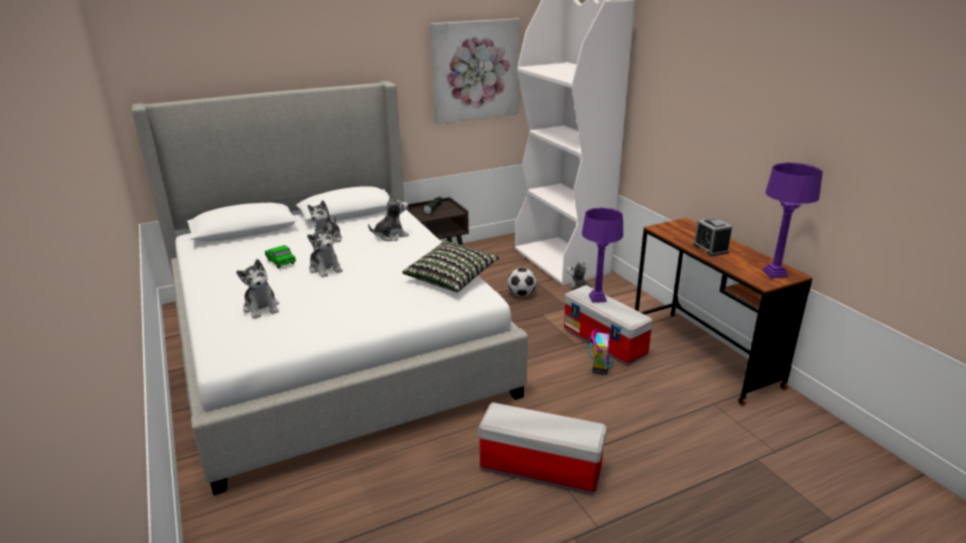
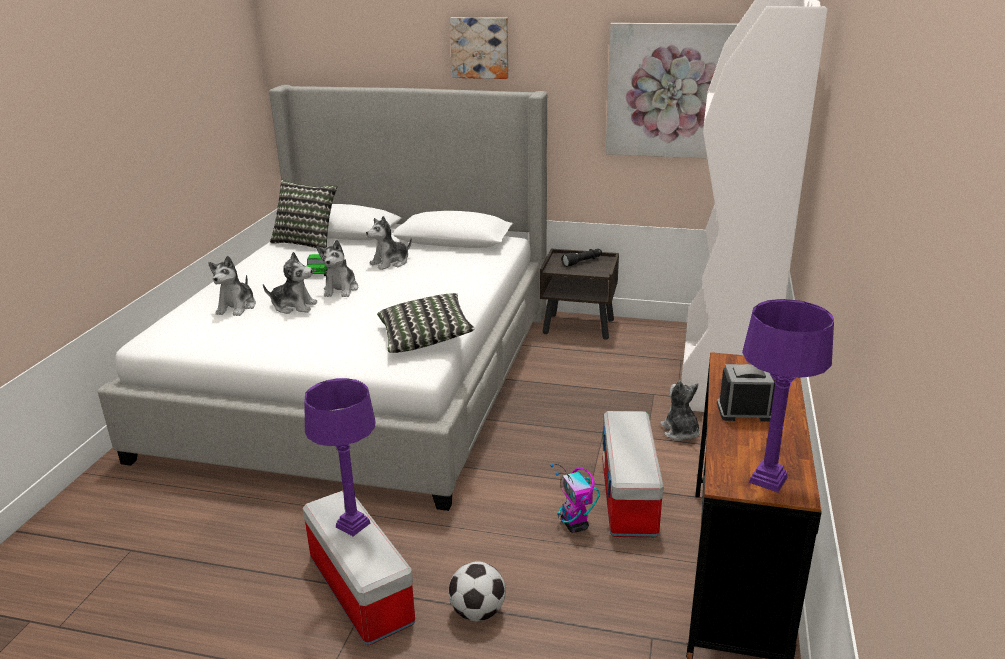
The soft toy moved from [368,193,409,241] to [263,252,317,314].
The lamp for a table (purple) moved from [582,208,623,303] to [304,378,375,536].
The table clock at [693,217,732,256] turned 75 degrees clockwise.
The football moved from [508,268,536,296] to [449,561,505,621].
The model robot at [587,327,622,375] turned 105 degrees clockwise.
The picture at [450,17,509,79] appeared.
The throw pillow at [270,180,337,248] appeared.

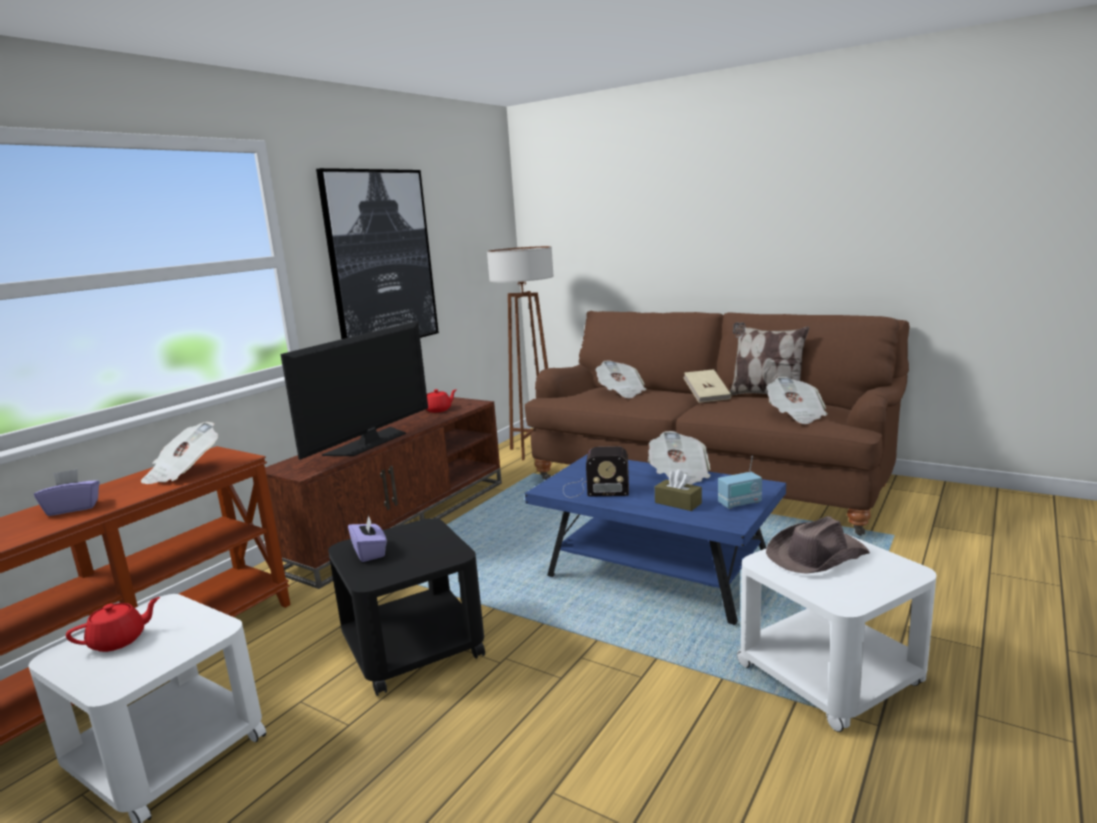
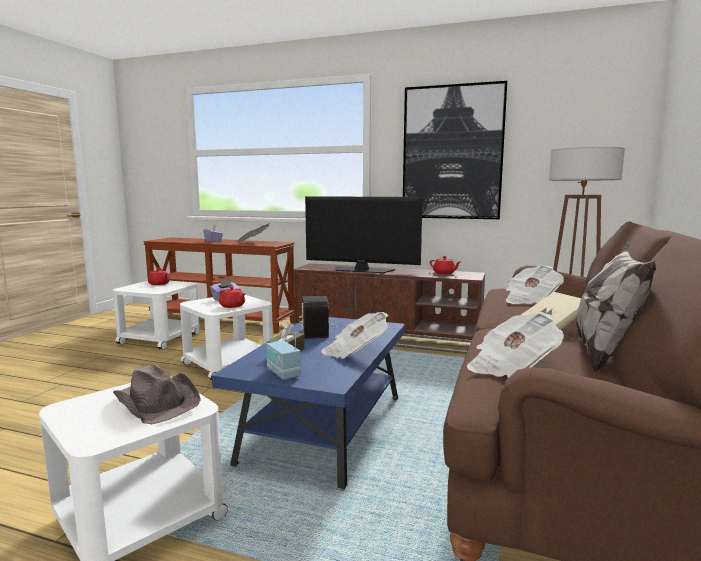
The end table (blackish) at [328,518,485,696] became the end table (white) at [180,295,273,380].
The pot for tea (reddish) at [219,286,245,308] appeared.

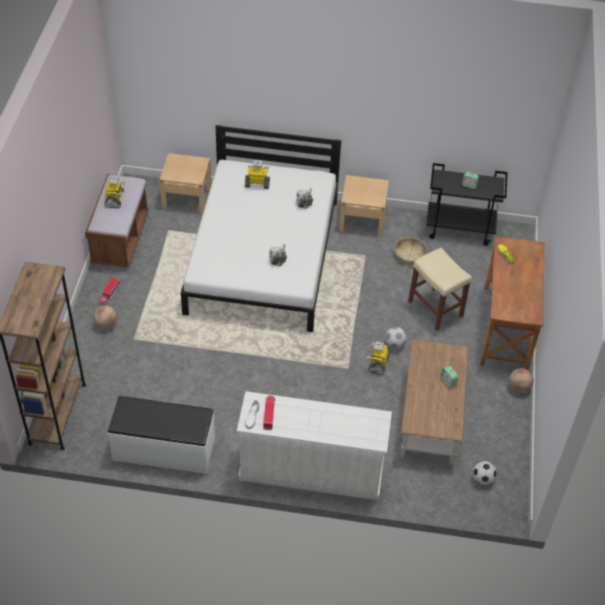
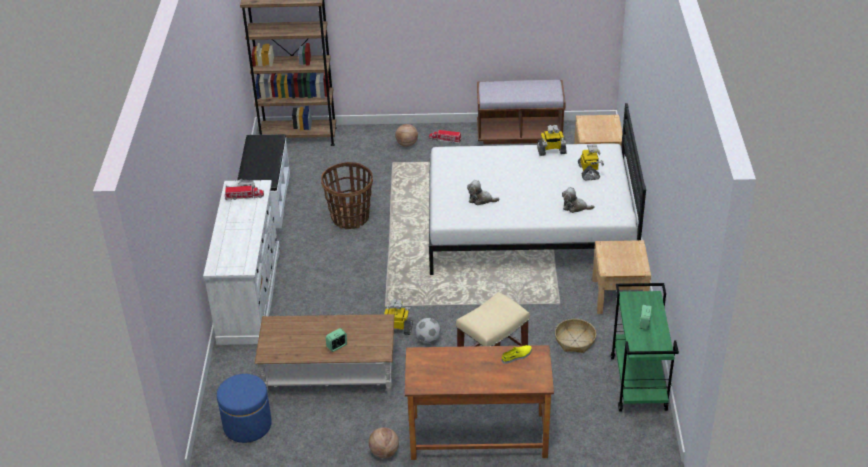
The trolley (blackish) at [426,163,507,246] became the trolley (green-coloured) at [611,283,679,412].
The model robot moved from [104,177,125,208] to [537,125,566,156].
The football at [473,461,497,485] was replaced by the pouffe (bluish) at [217,374,272,443].
The storage basket at [321,162,373,229] appeared.

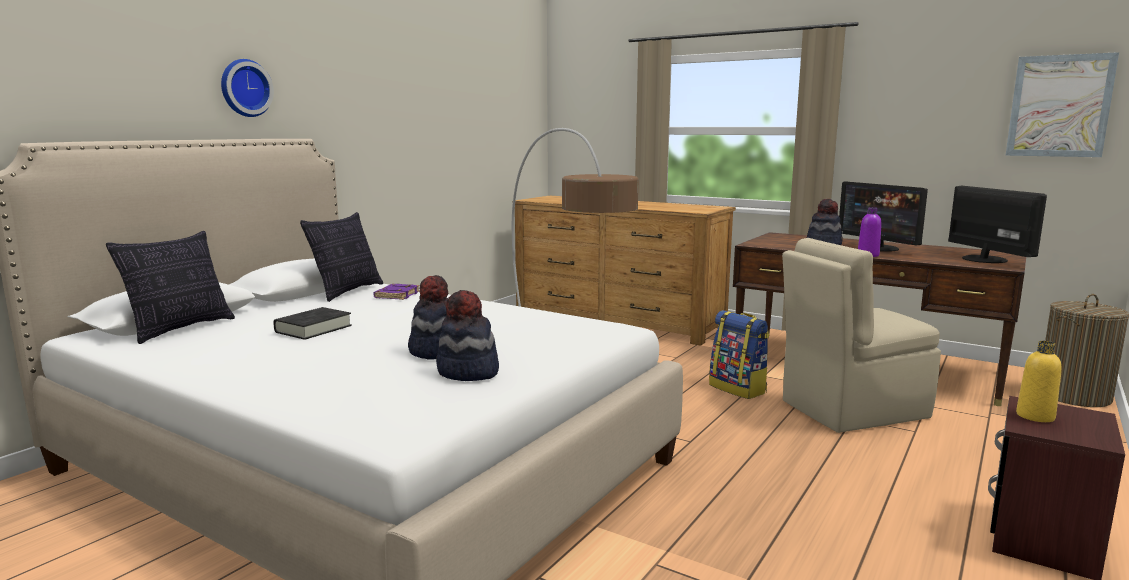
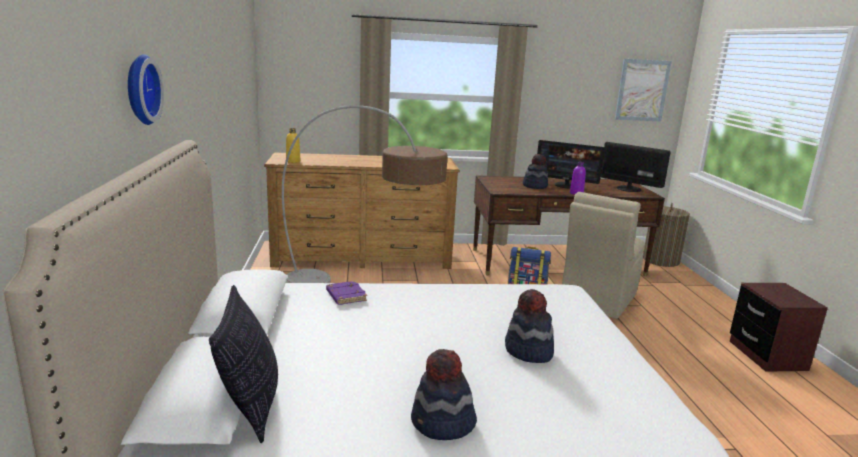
The throw pillow at [300,212,383,302] disappeared.
The hat moved from [436,290,499,381] to [411,349,477,440].
The volume (blackish) at [273,307,352,340] disappeared.
The drink bottle (yellow) moved from [1016,341,1062,422] to [286,128,300,163].

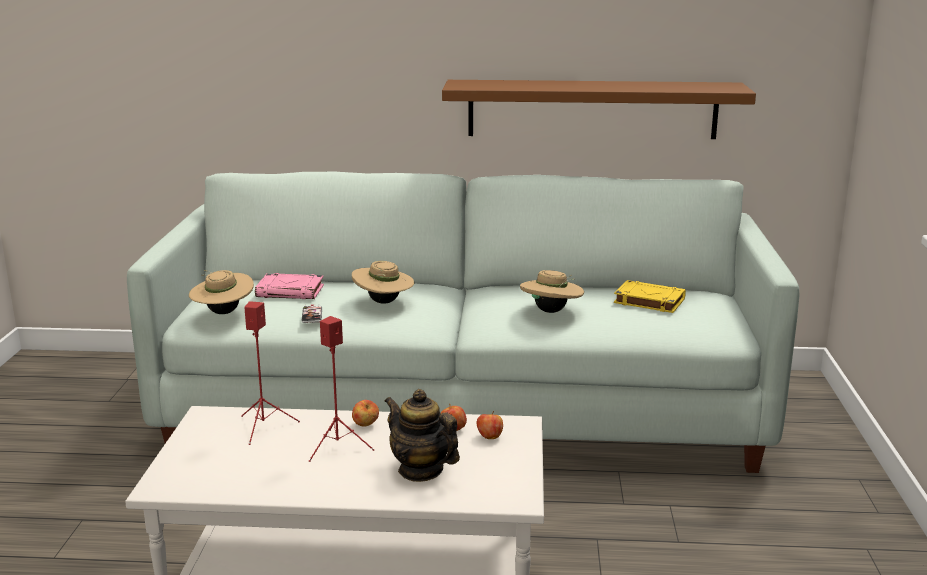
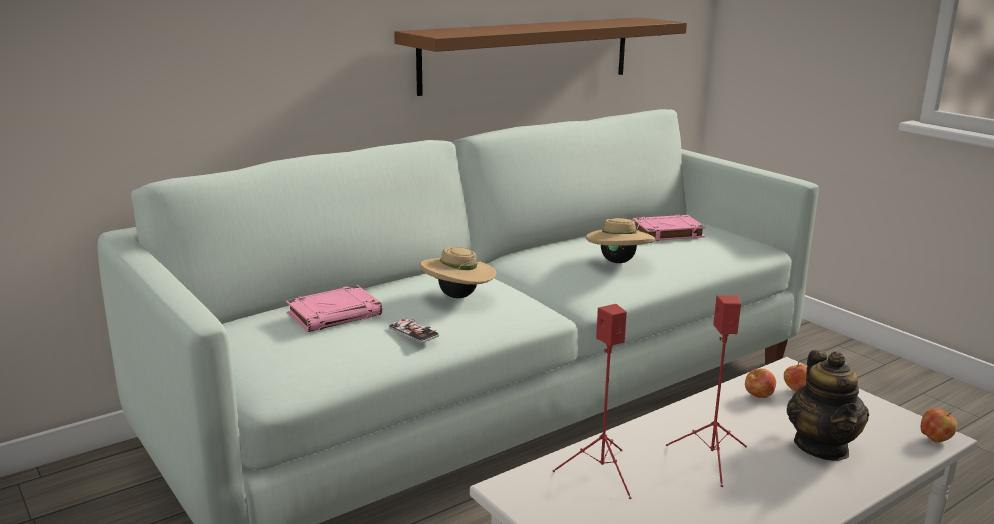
The hat (sand-coloured) at [189,270,254,314] disappeared.
The volume (yellow) at [614,280,686,313] became the volume (pinkish) at [632,215,706,241].
The pot for tea at [384,389,460,482] turned 90 degrees counterclockwise.
The apple fruit moved from [352,400,379,426] to [920,408,957,442].

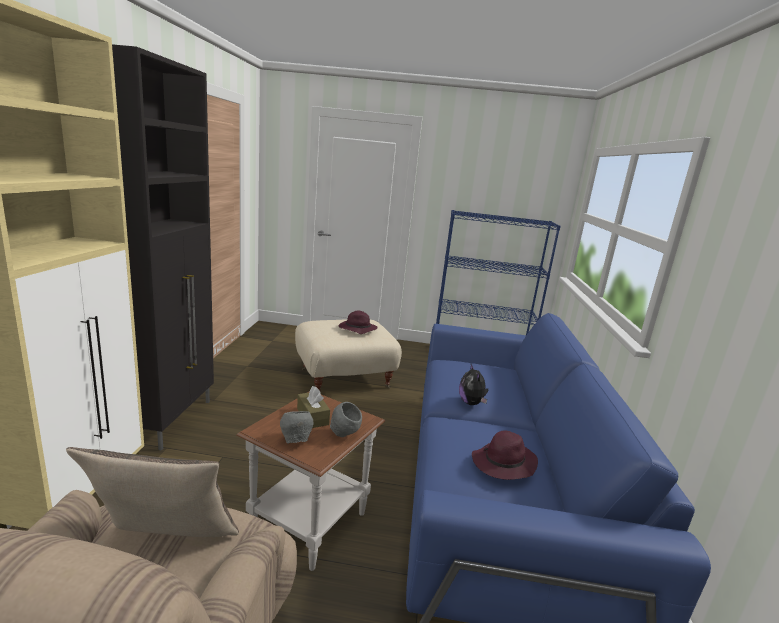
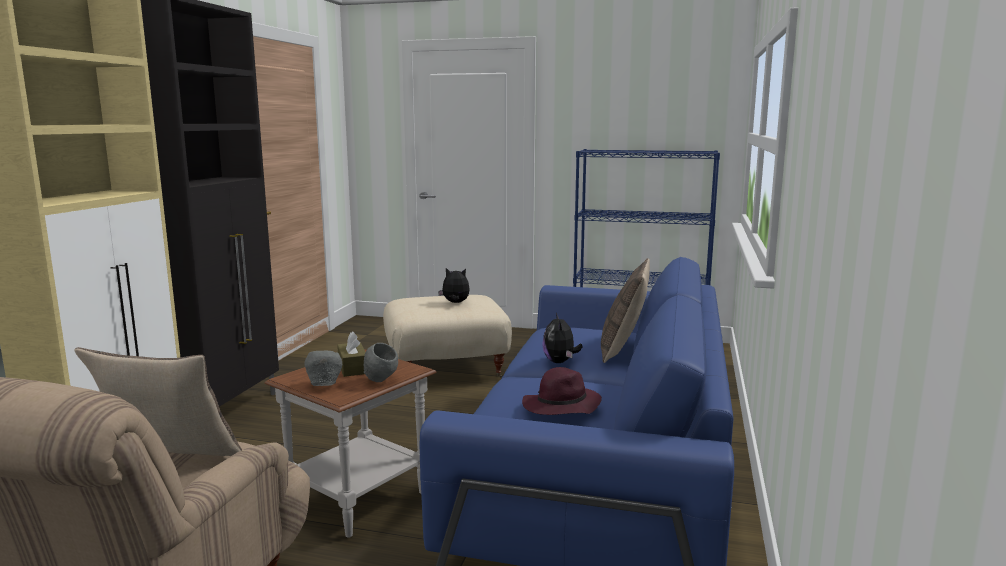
The hat (purple) at [339,311,378,334] was replaced by the soft toy at [438,268,470,303].
The throw pillow at [601,258,650,363] appeared.

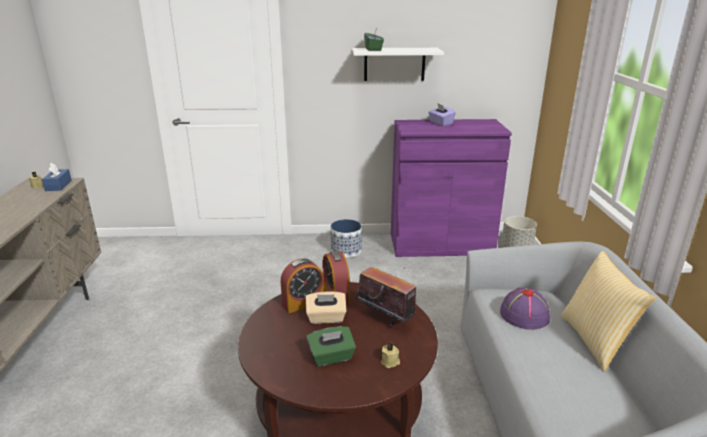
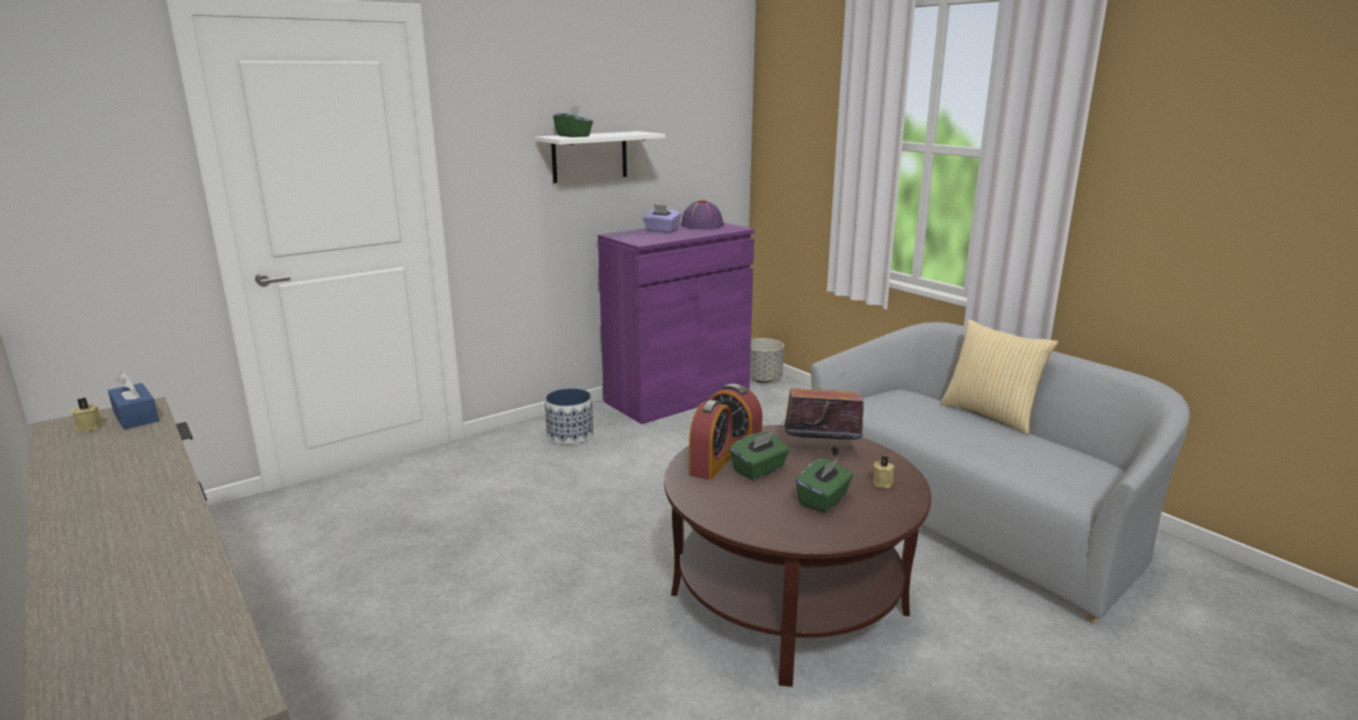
The hat (purple) moved from [500,288,550,330] to [681,200,724,230].
The tissue box (sand-coloured) at [306,292,347,324] became the tissue box (green-coloured) at [730,431,790,480].

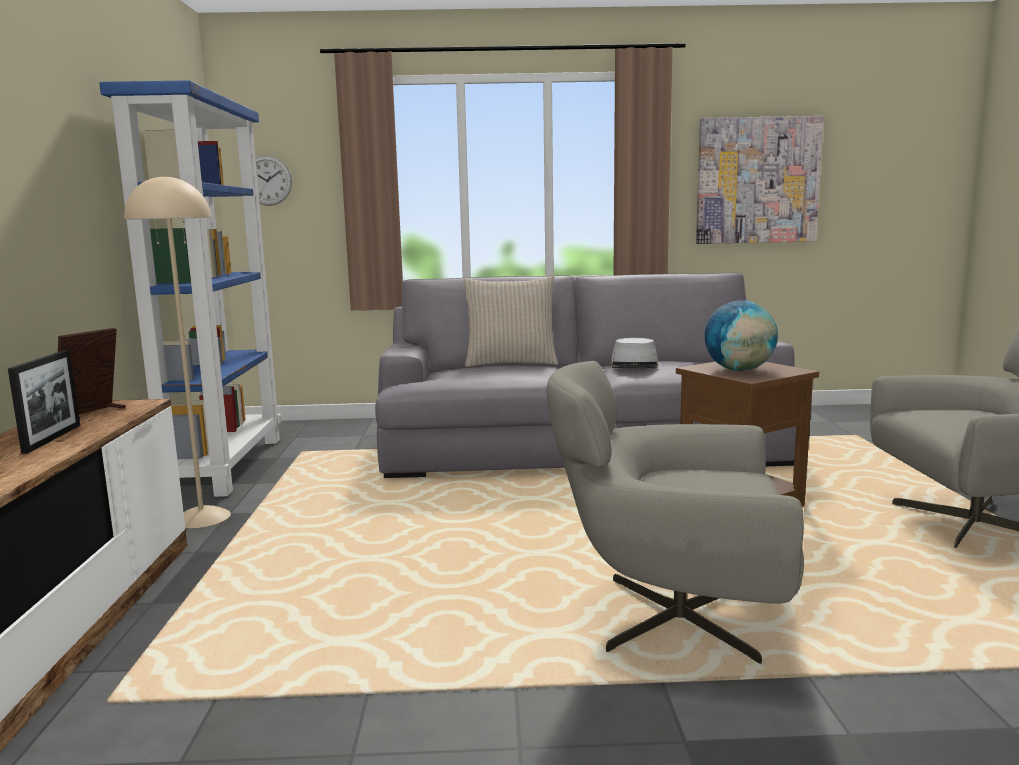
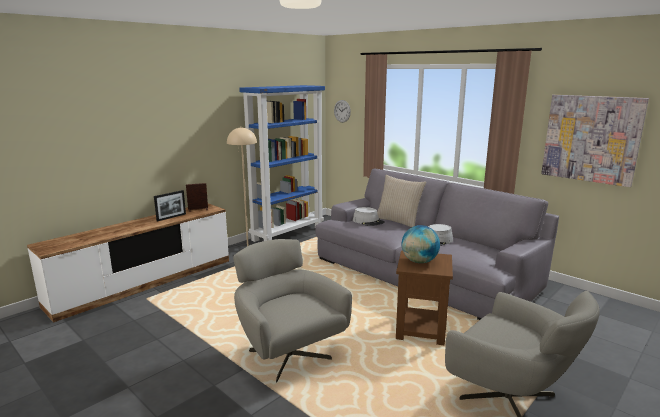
The hat (greyish) at [353,207,385,226] appeared.

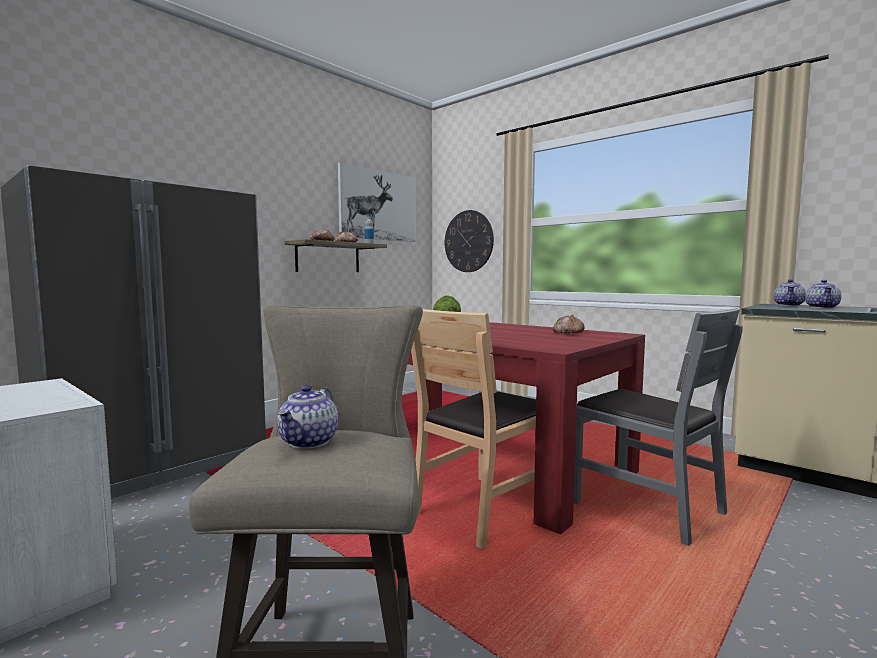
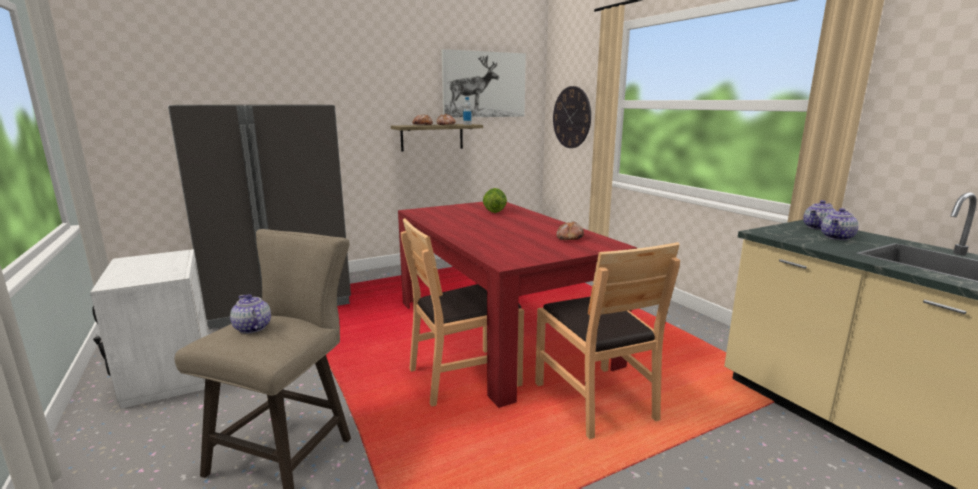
The plain chair (greyish) at [574,308,742,546] became the plain chair (brown) at [535,242,680,439].
The pot for tea at [277,385,338,448] turned 105 degrees clockwise.

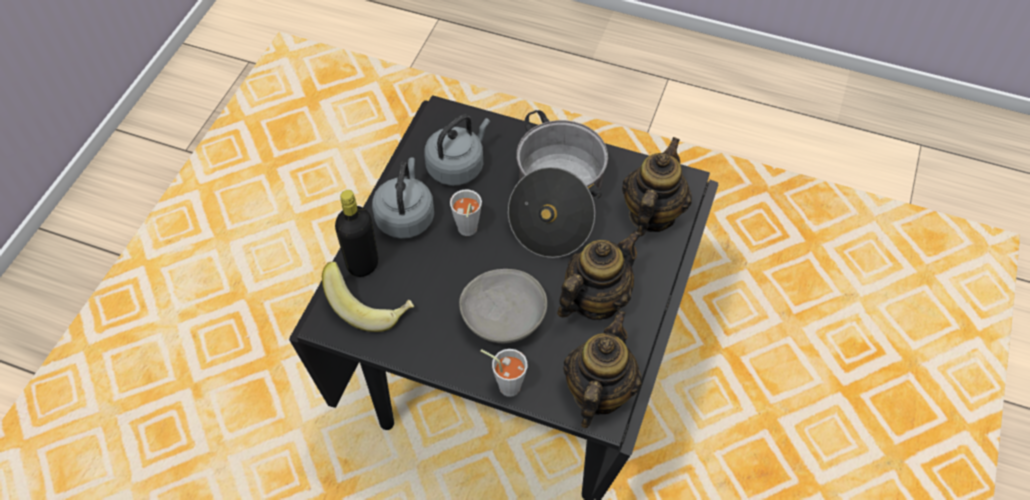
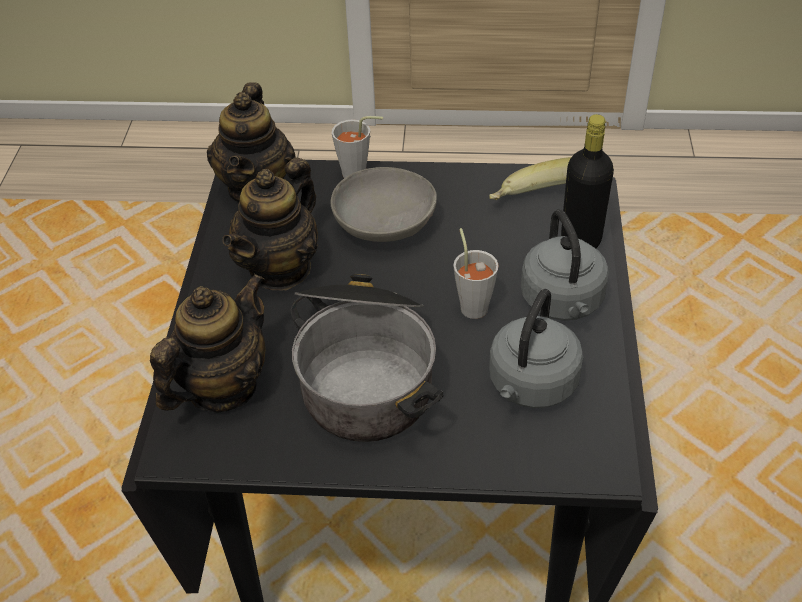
The pot for tea at [622,137,692,236] turned 150 degrees counterclockwise.

